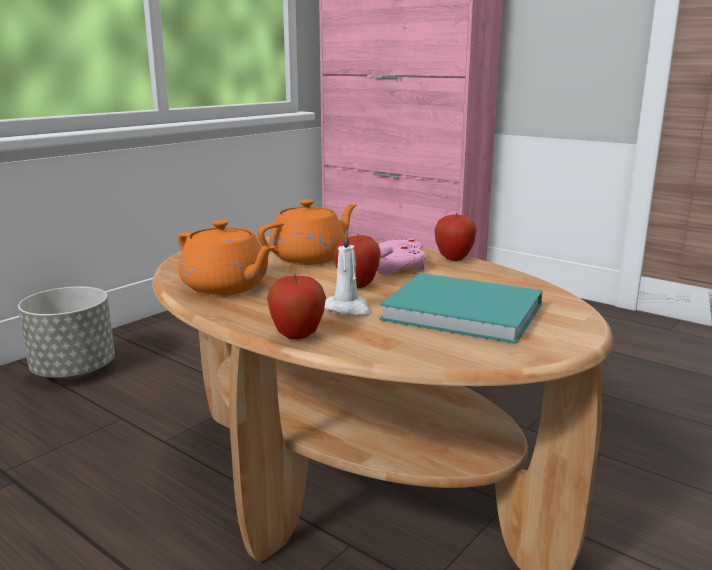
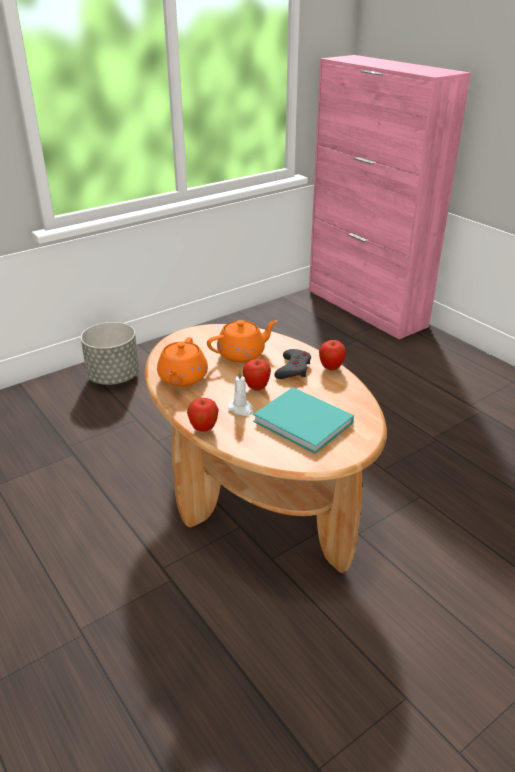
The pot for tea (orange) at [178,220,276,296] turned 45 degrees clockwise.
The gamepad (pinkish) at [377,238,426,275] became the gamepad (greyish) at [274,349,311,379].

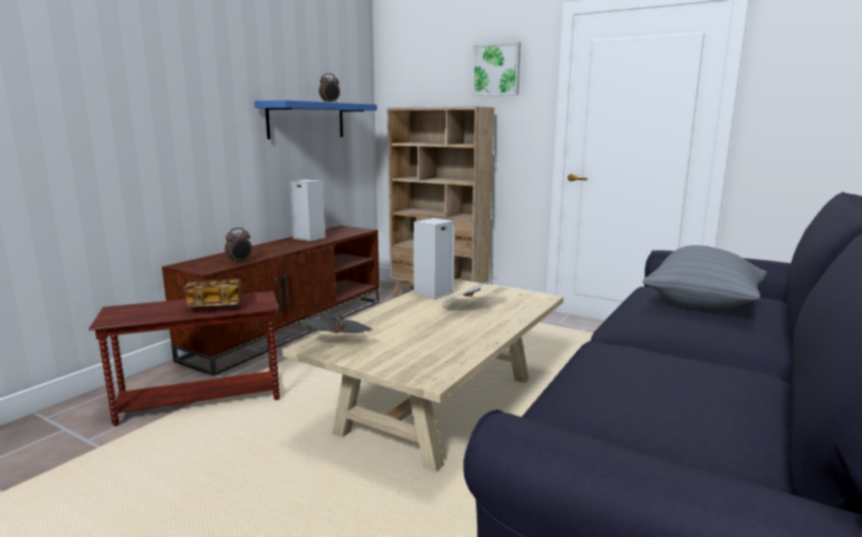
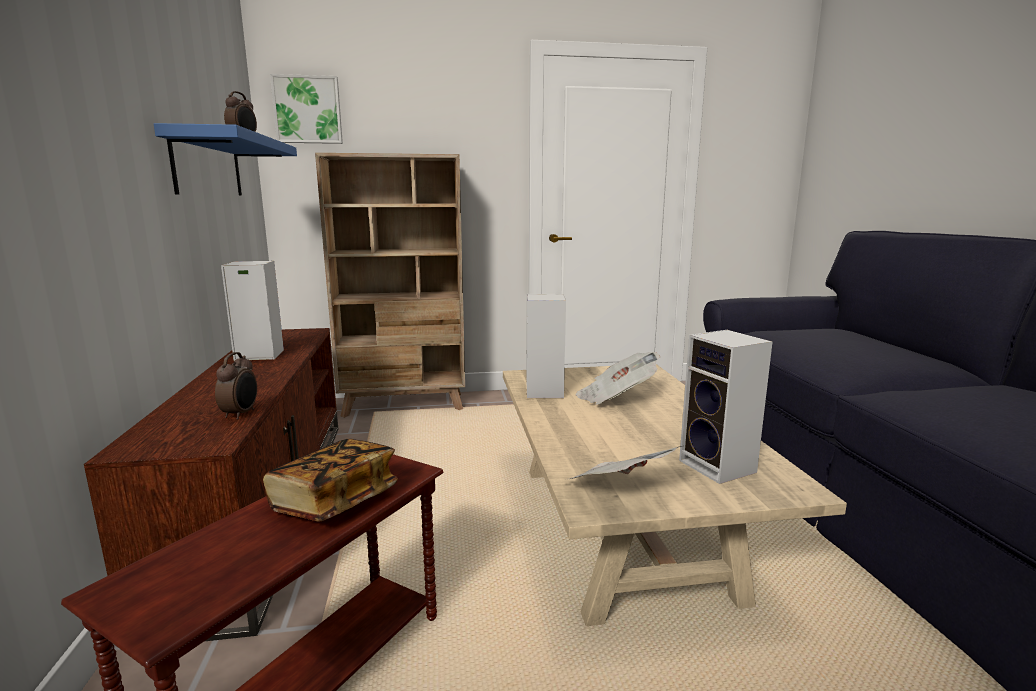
The picture moved from [472,42,521,96] to [270,74,343,144].
The throw pillow (greyish) at [643,245,767,308] disappeared.
The audio speaker at [679,330,773,484] appeared.

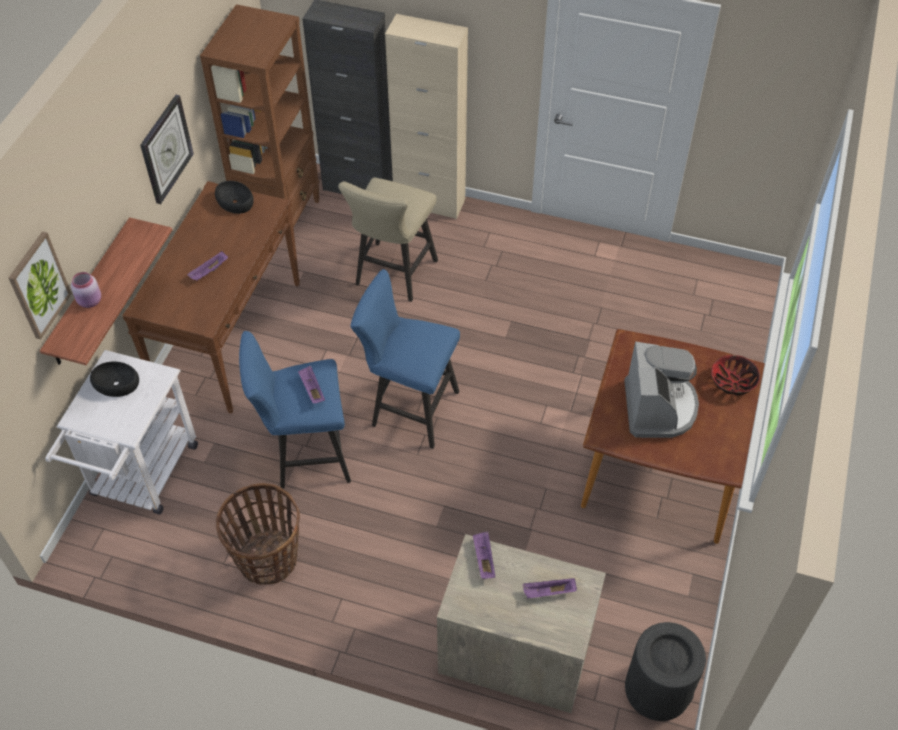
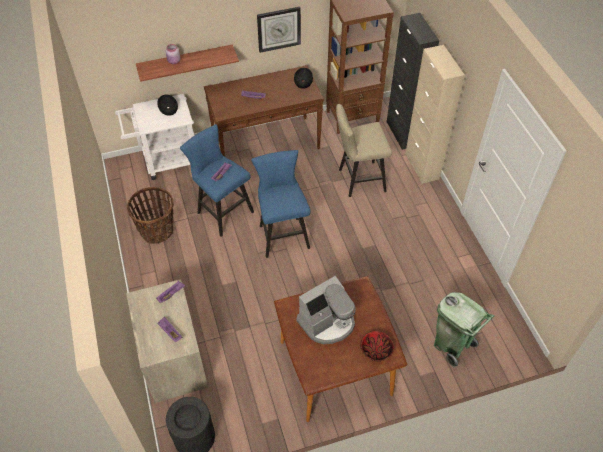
The picture at [9,231,72,340] disappeared.
The rubbish bin (green-coloured) at [434,292,494,367] appeared.

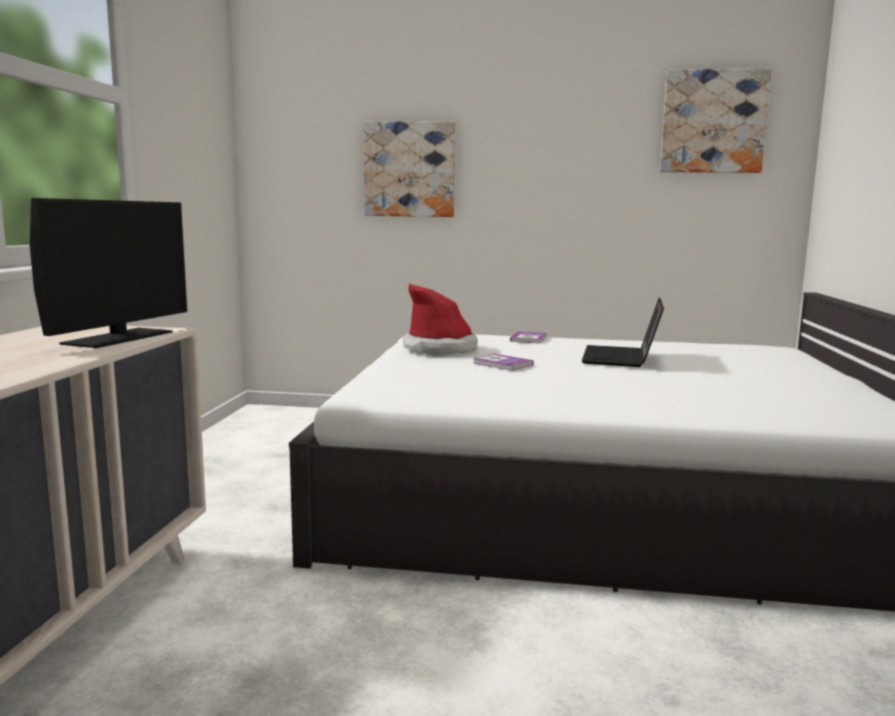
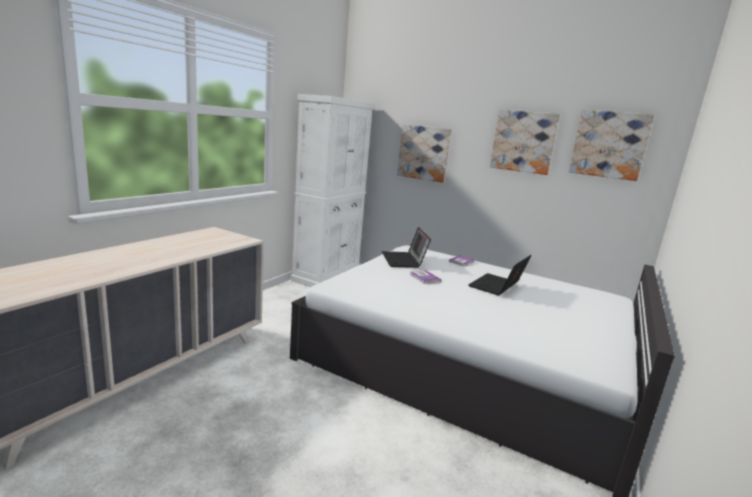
The monitor at [29,198,187,348] disappeared.
The hat at [403,284,478,356] was replaced by the notebook computer at [382,227,431,268].
The cupboard (white) at [291,94,374,287] appeared.
The picture at [490,110,560,175] appeared.

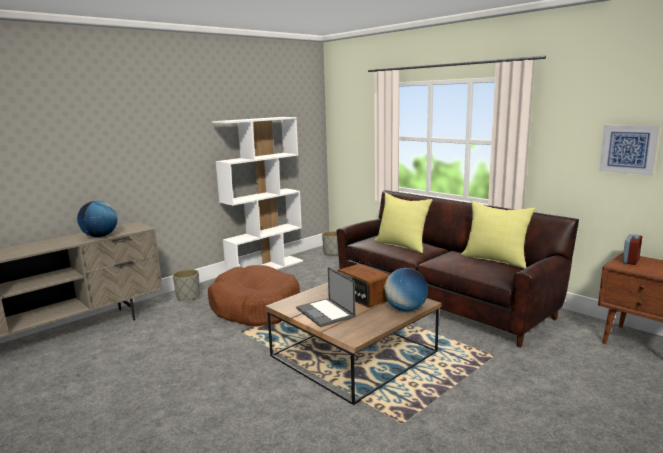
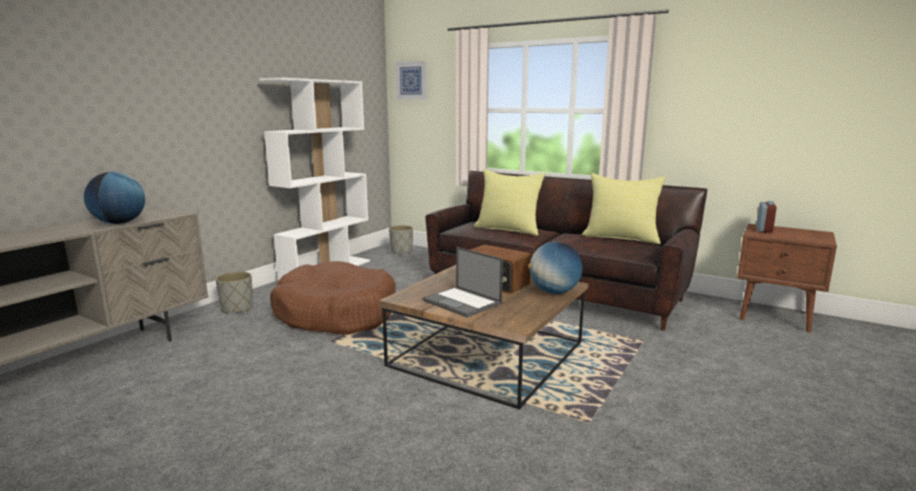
The picture moved from [599,125,660,175] to [395,61,427,99].

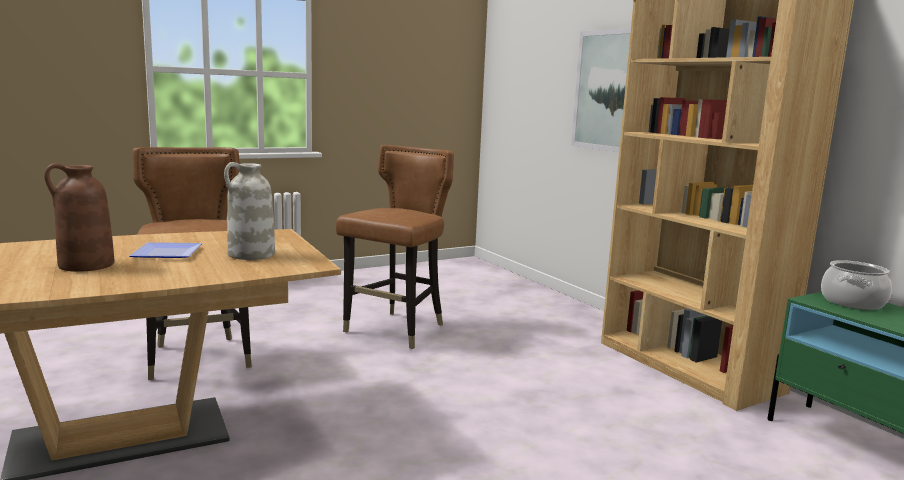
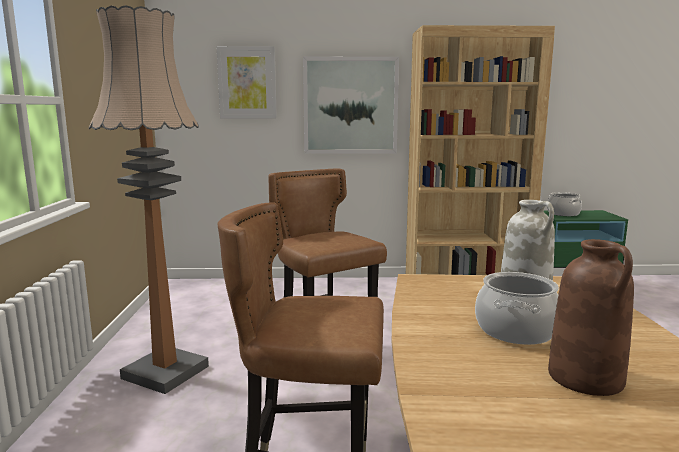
The plate at [129,242,203,258] was replaced by the saucepot at [475,272,559,345].
The floor lamp at [89,5,209,394] appeared.
The picture at [216,46,277,118] appeared.

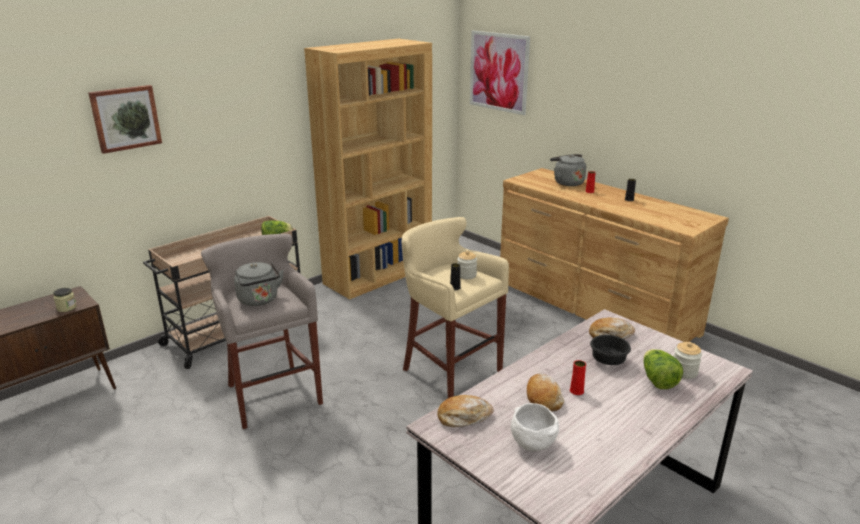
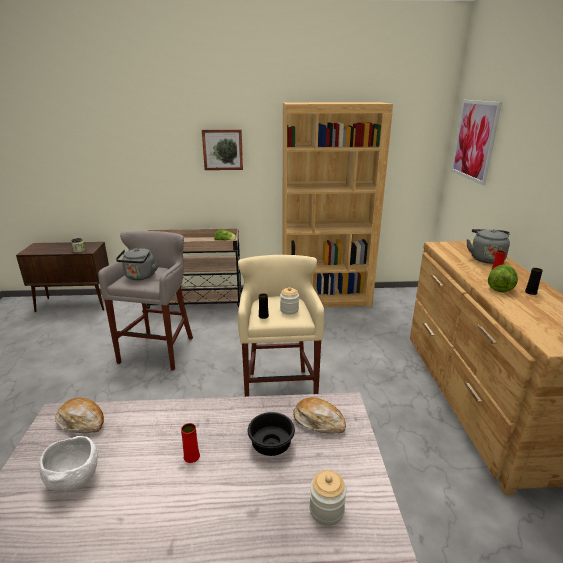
The picture moved from [88,85,162,154] to [202,129,243,170].
The lettuce moved from [644,349,683,389] to [488,264,518,292].
The bread at [527,374,564,412] disappeared.

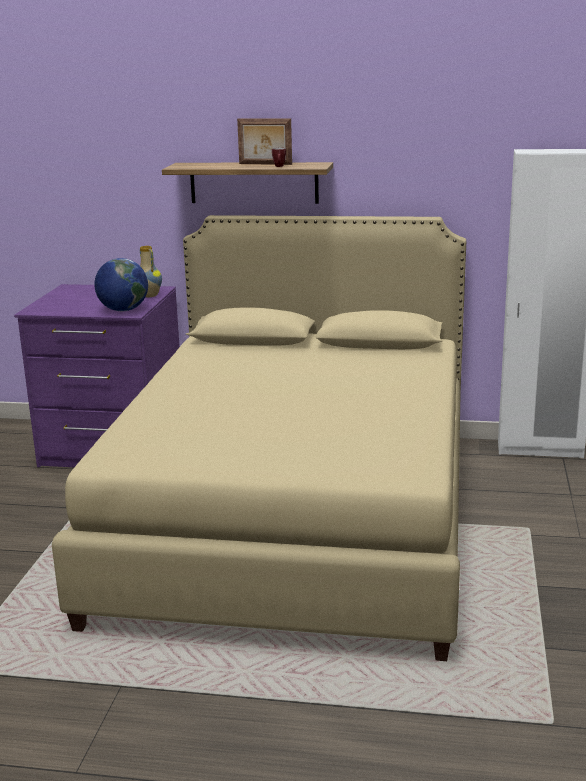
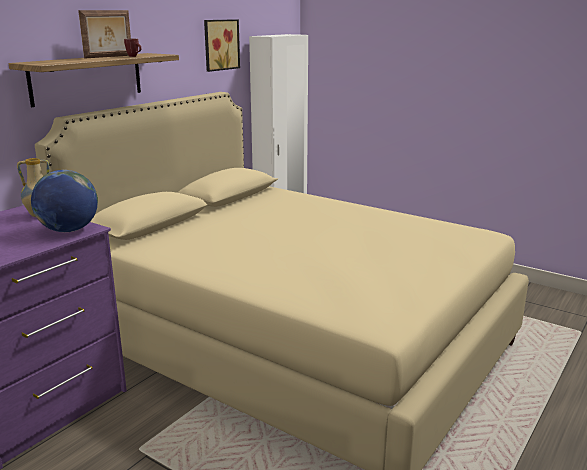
The picture at [204,19,240,72] appeared.

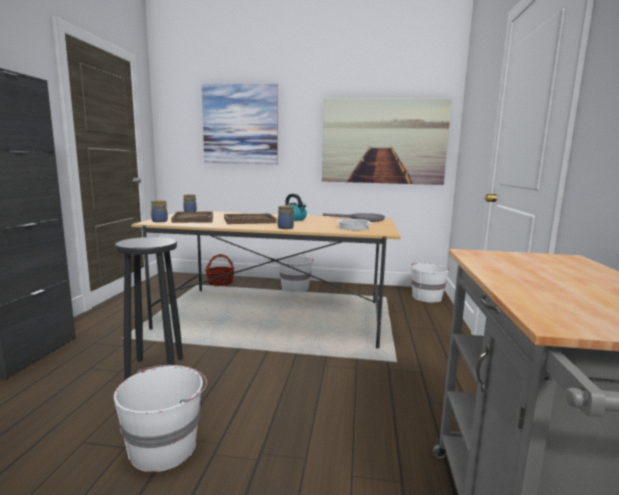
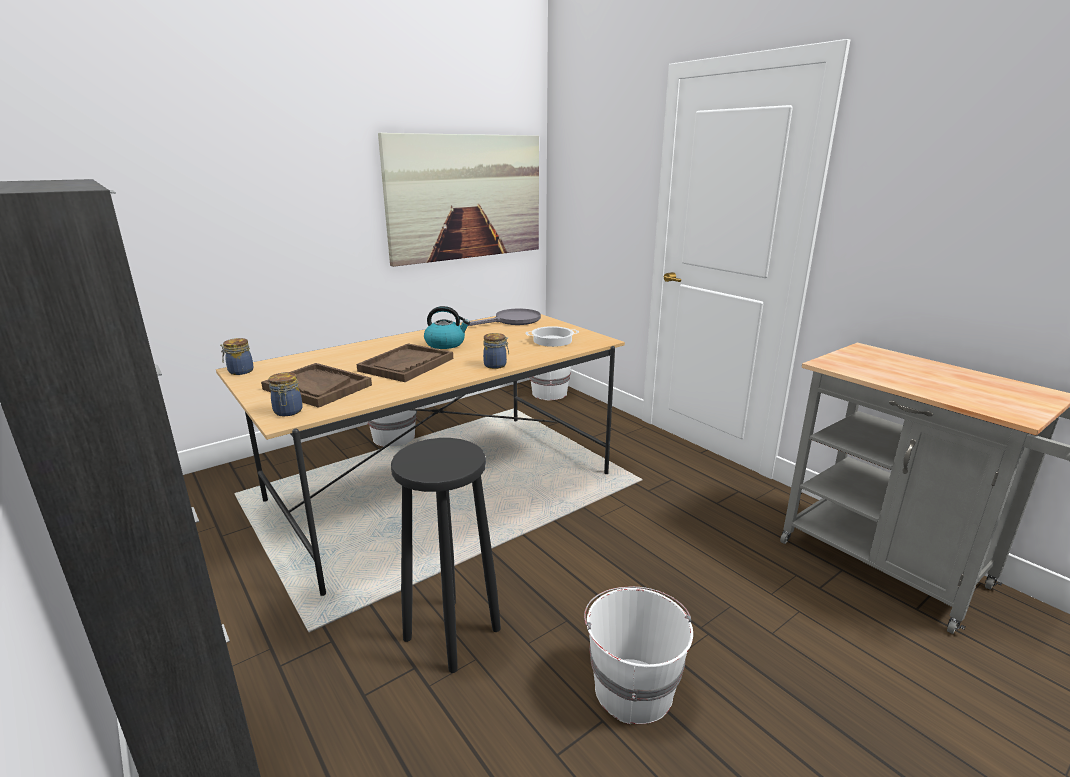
The picture at [202,83,278,164] disappeared.
The storage basket at [205,254,235,286] disappeared.

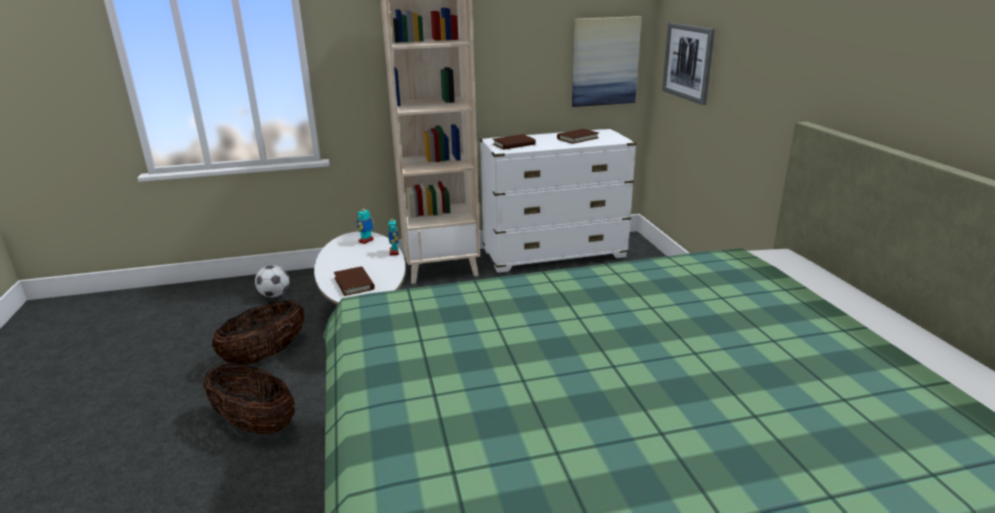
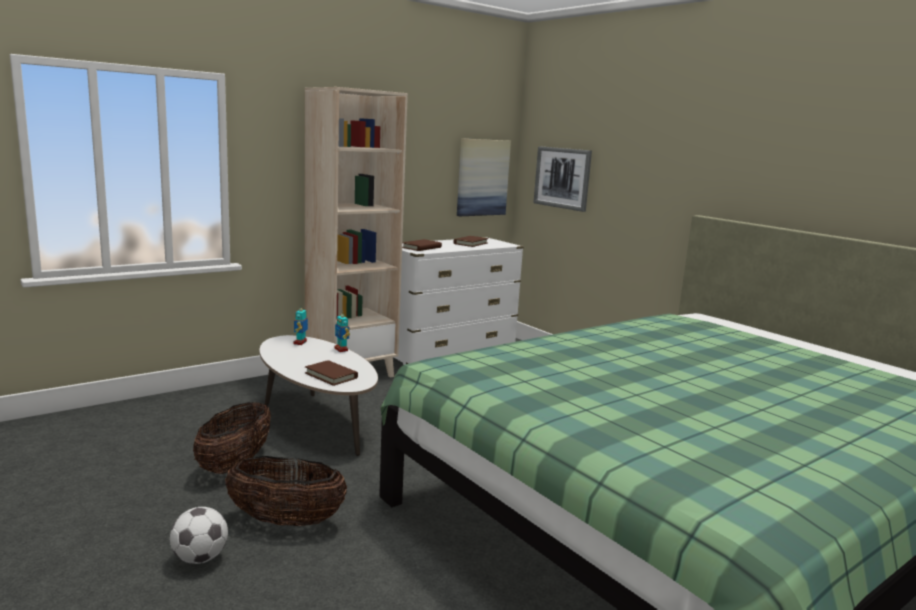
The football moved from [255,265,289,298] to [170,507,228,564].

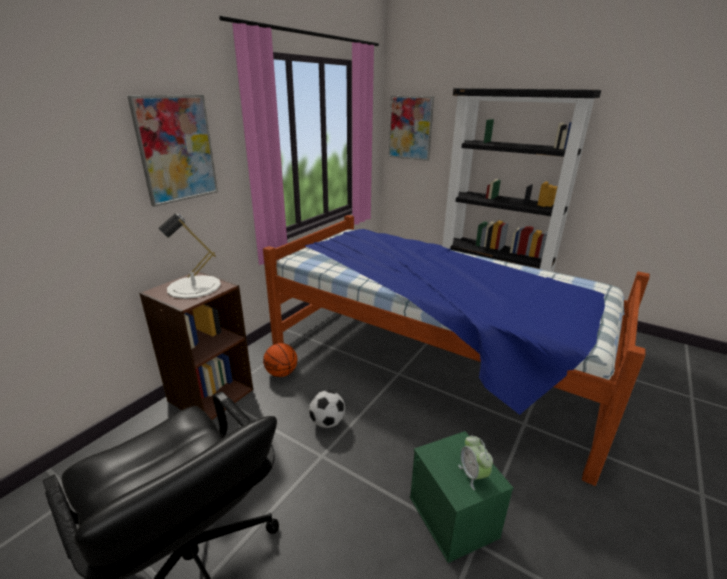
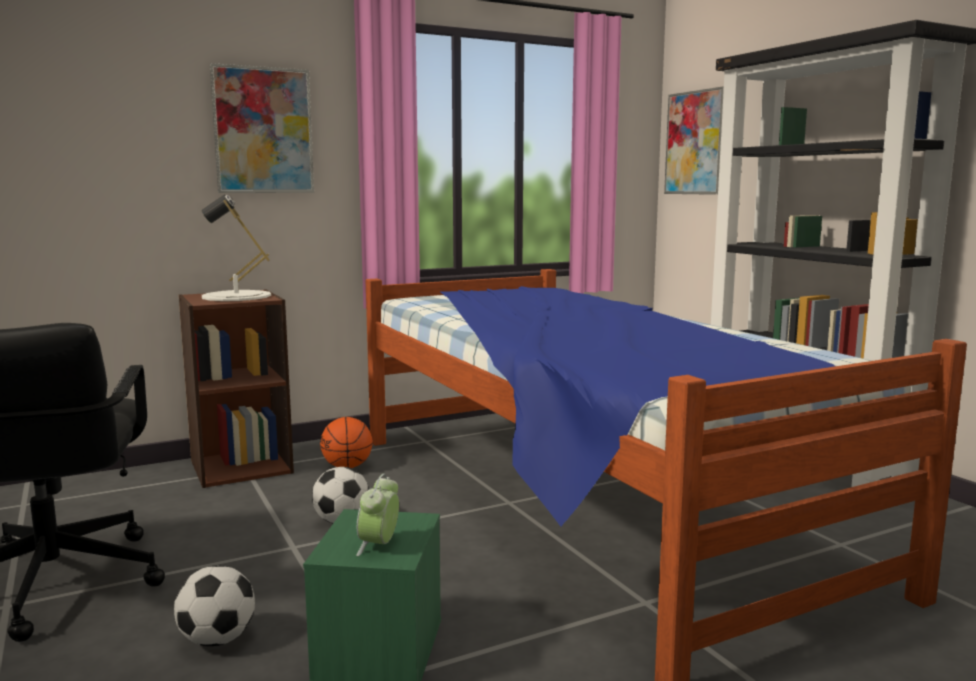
The football at [174,565,255,646] appeared.

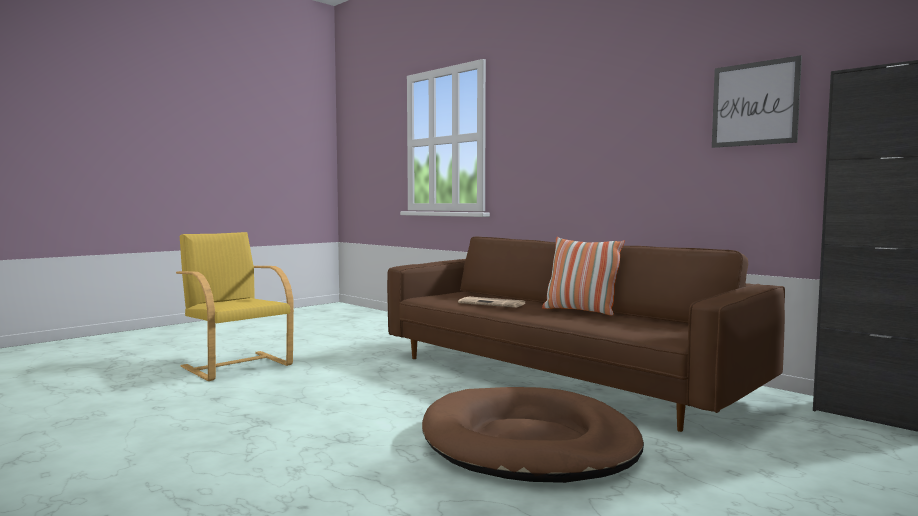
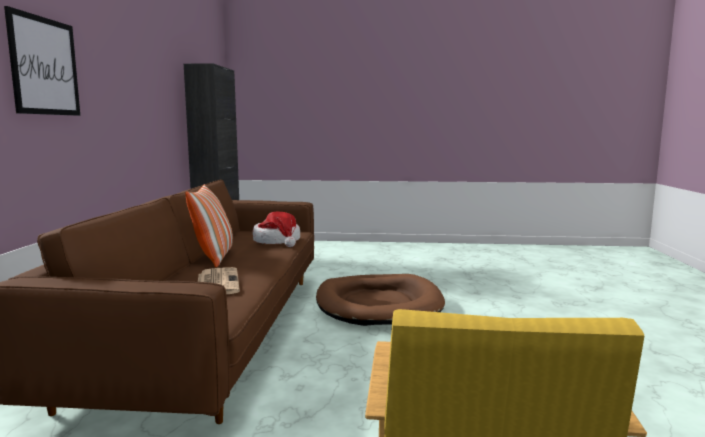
The picture moved from [712,55,802,148] to [4,6,80,116].
The hat at [253,211,300,247] appeared.

